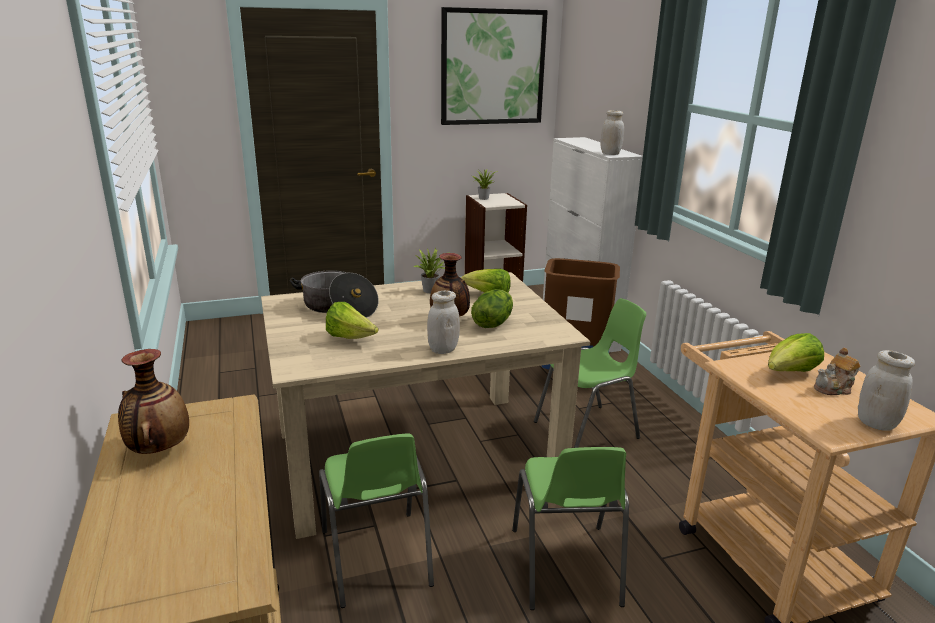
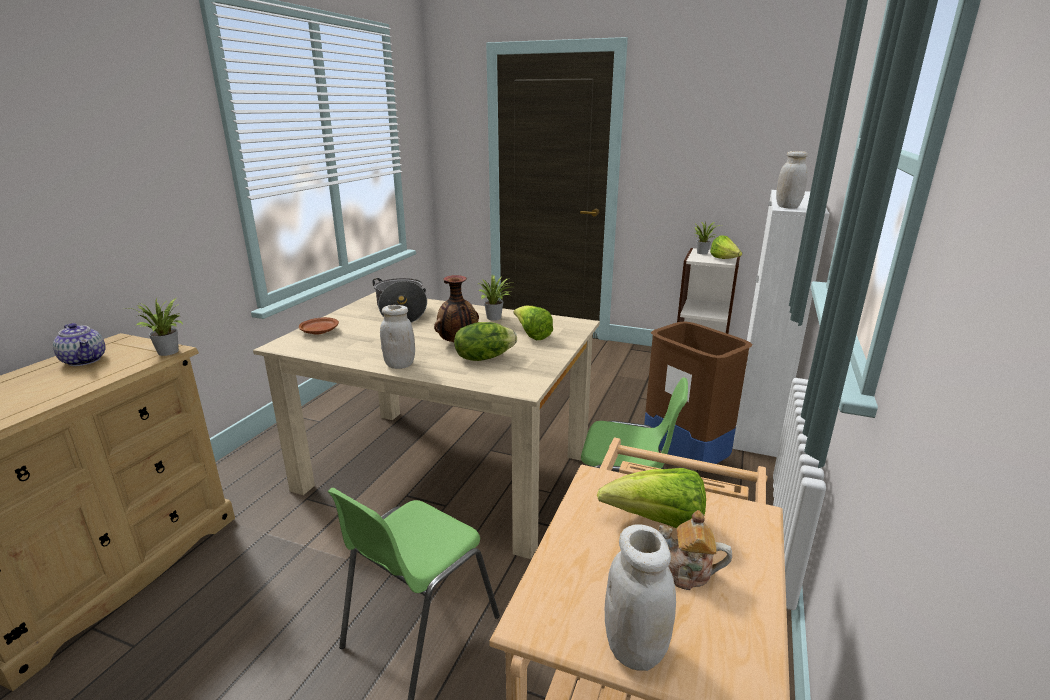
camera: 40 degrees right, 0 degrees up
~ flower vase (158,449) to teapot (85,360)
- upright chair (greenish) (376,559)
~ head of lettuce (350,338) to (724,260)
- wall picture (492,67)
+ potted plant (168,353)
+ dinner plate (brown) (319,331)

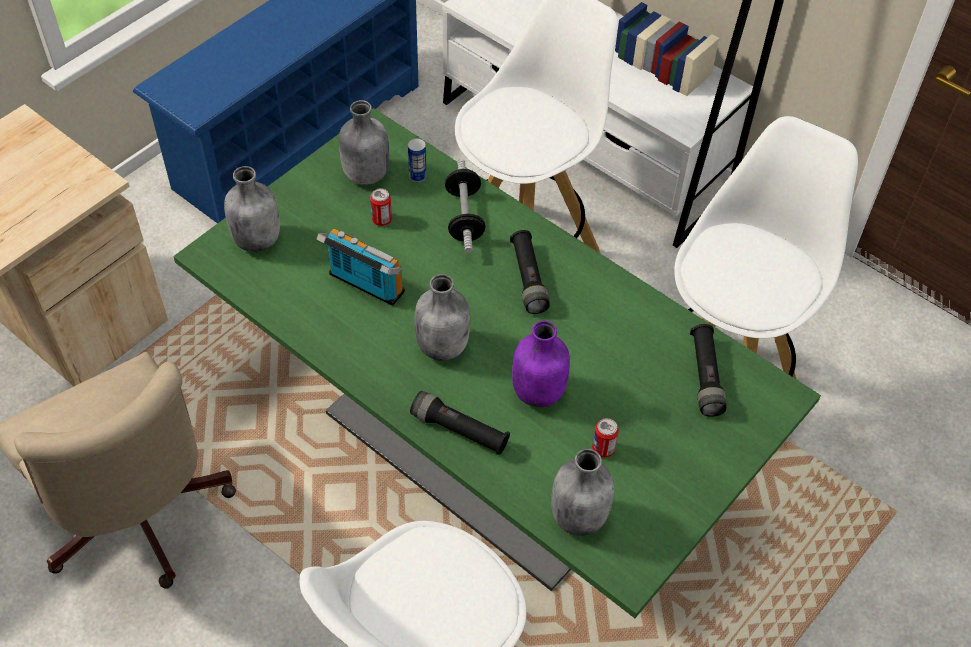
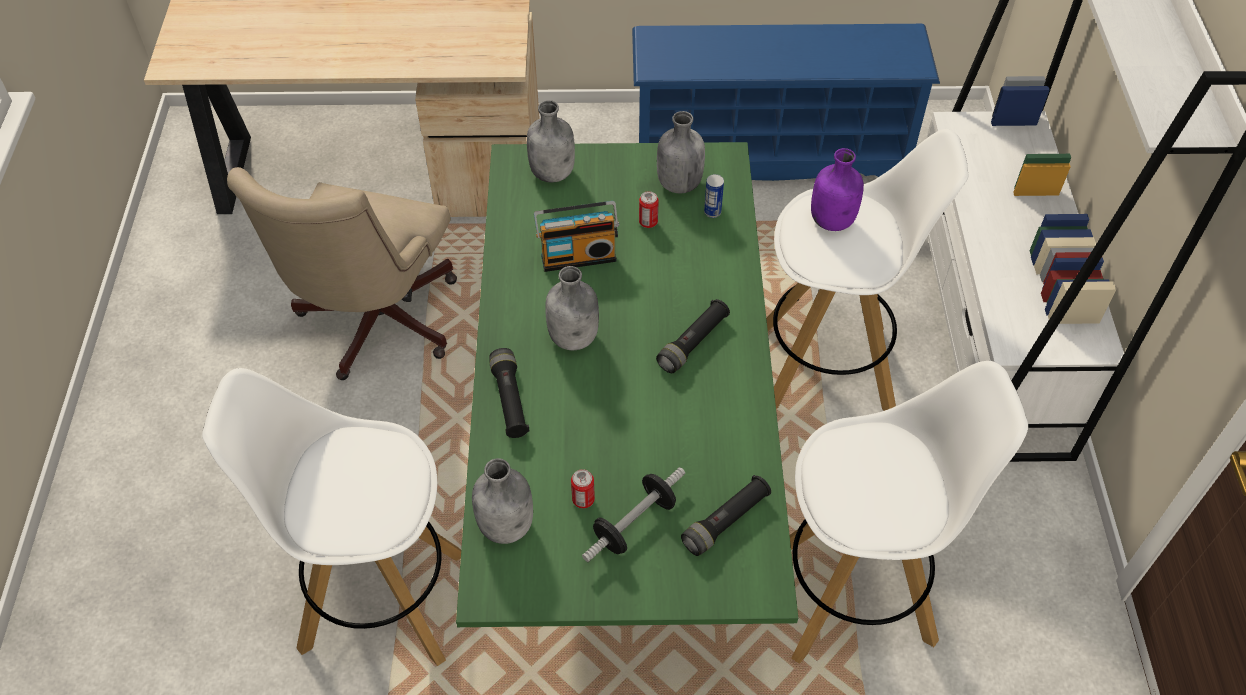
camera: 50 degrees right, 0 degrees up
~ radio set (364,285) = (578,256) 90 degrees clockwise
~ dumbbell (464,217) to (634,524)
~ beverage bottle (purplish) (539,391) to (833,220)

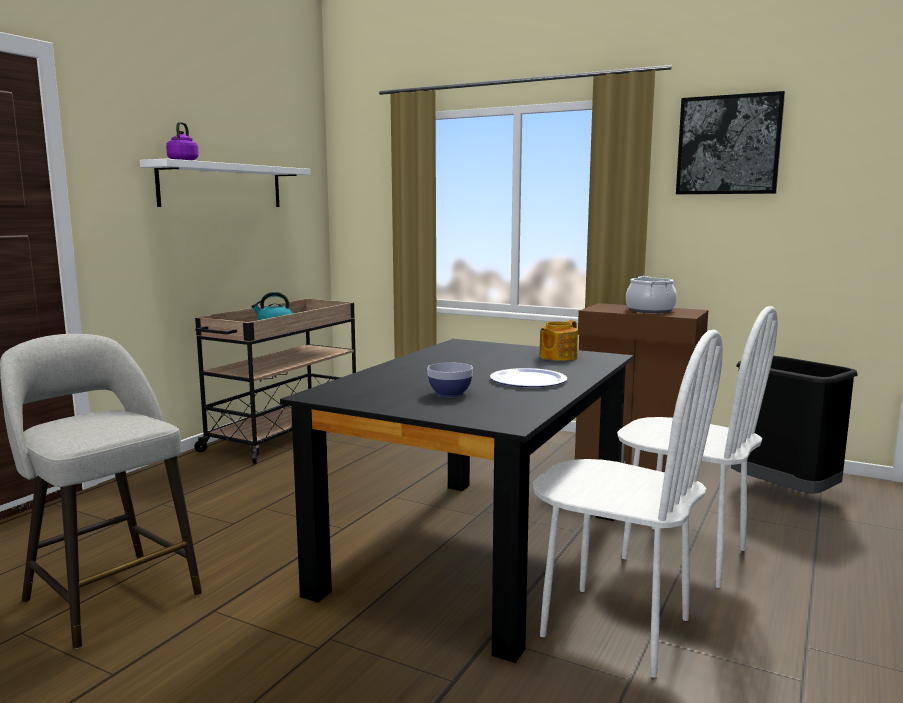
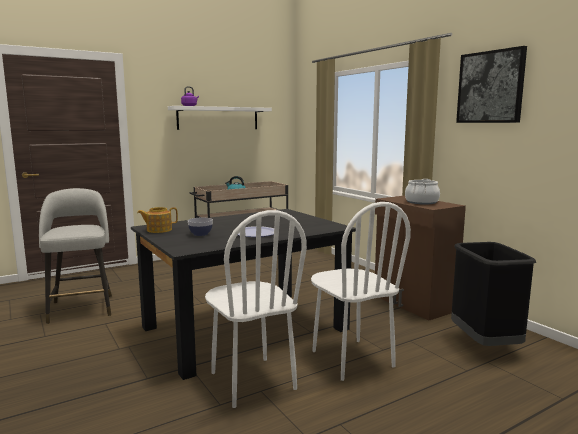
camera: 30 degrees right, 0 degrees up
~ teapot (557,357) to (158,230)

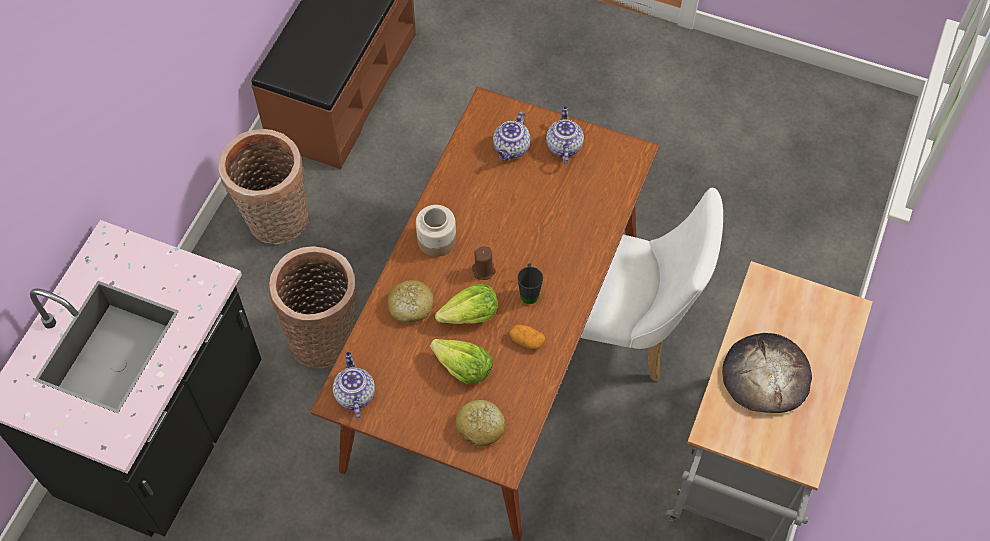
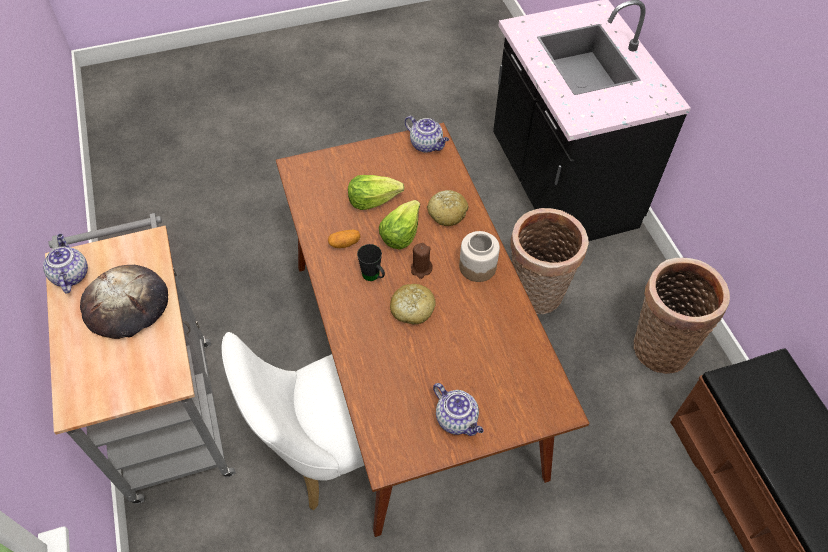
camera: 140 degrees right, 5 degrees down
~ bakery bread (480,427) to (412,309)
~ teapot (511,149) to (70,275)

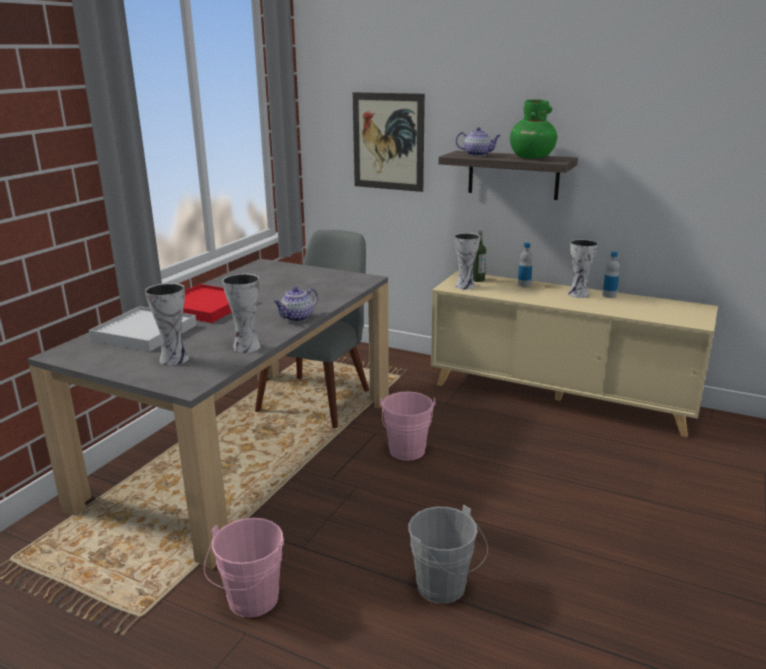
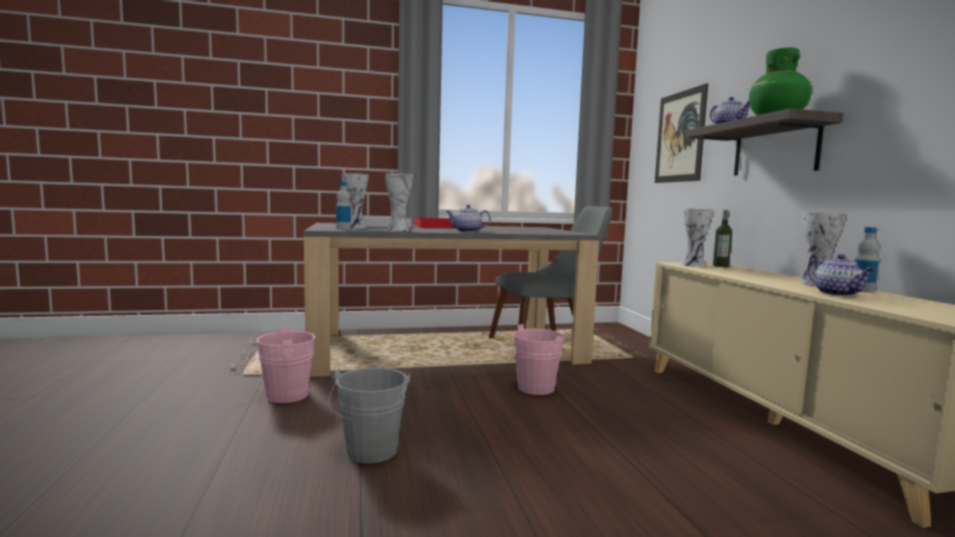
camera: 50 degrees right, 15 degrees down
~ beverage bottle (524,284) to (343,229)
+ teapot (838,294)

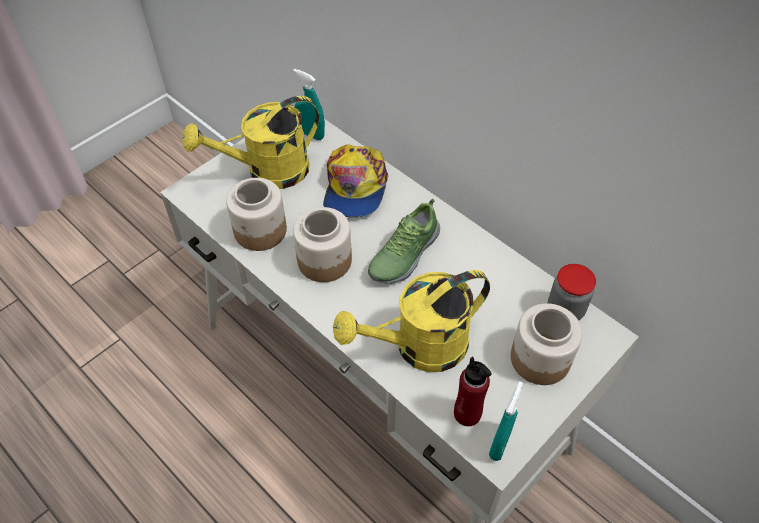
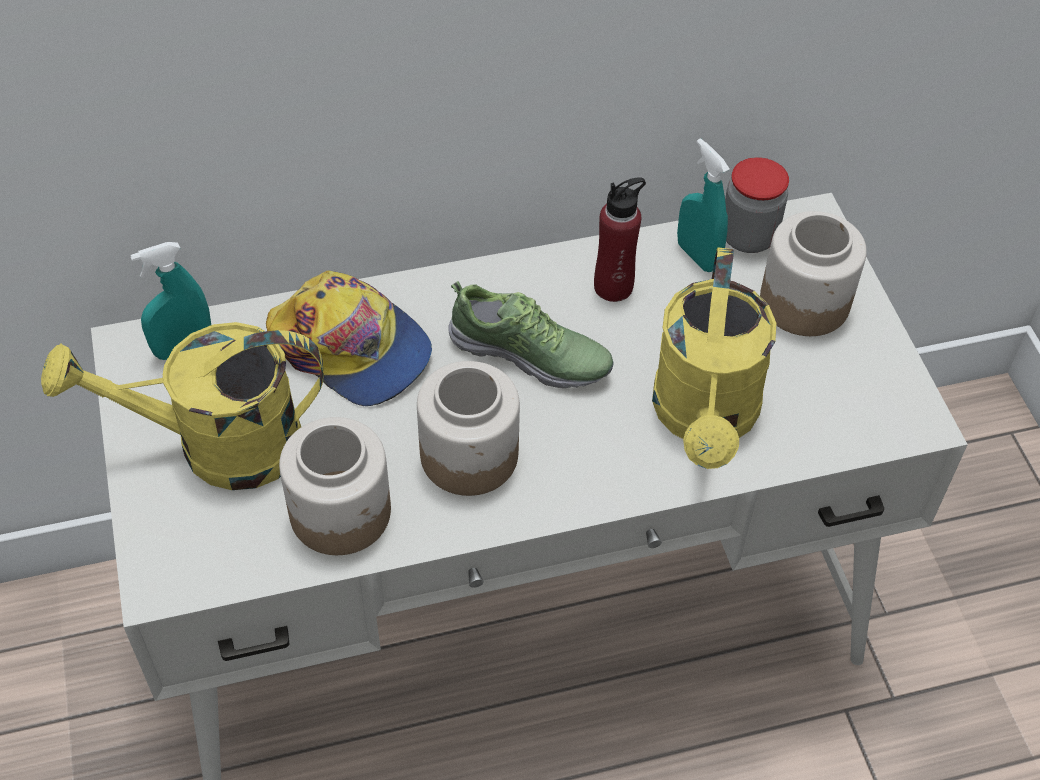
camera: 60 degrees left, 0 degrees up
~ watering can (yellow) (267,172) = (217,446) 75 degrees clockwise
~ low shoe (403,254) = (530,355) 45 degrees counterclockwise
~ beverage bottle (red-coloured) (467,413) to (613,287)
~ spray bottle (blue-green) (499,444) to (697,256)

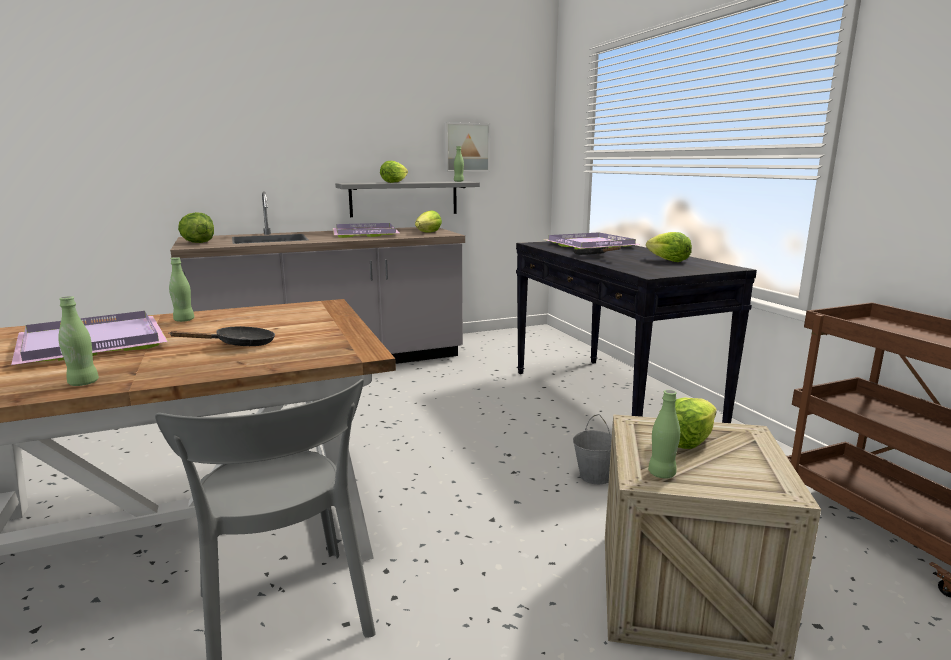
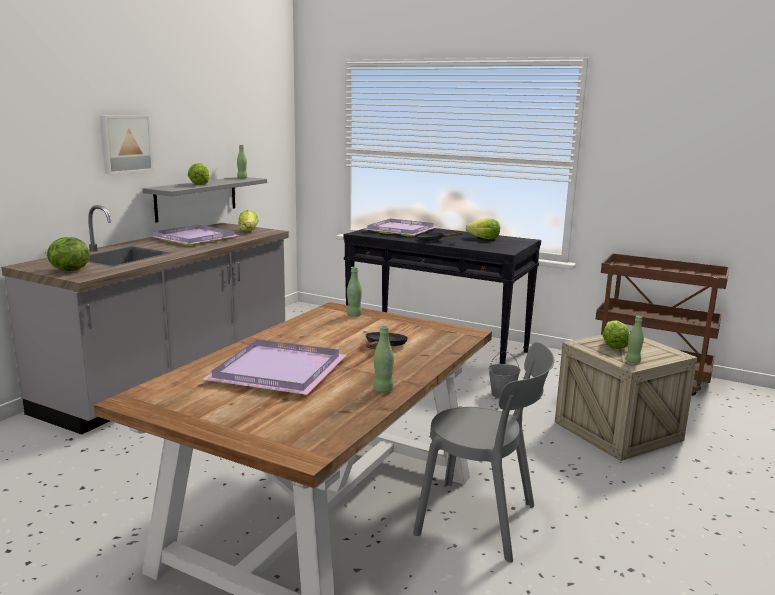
camera: 40 degrees left, 0 degrees up
~ beverage bottle (greenish) (184,320) to (354,315)
~ wall picture (466,147) to (125,144)

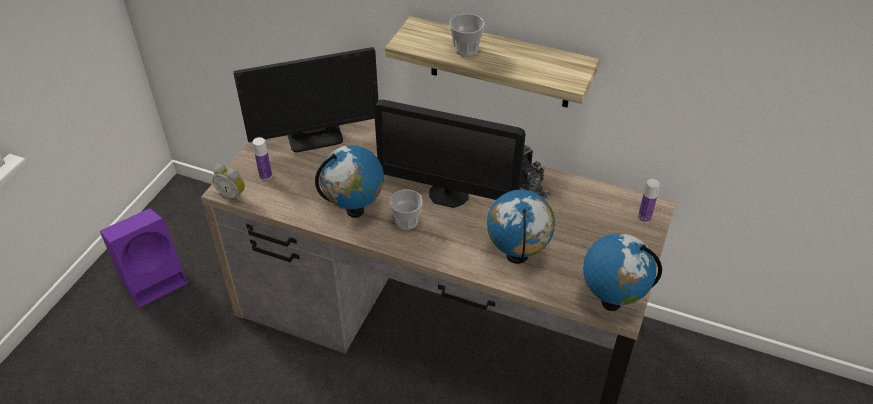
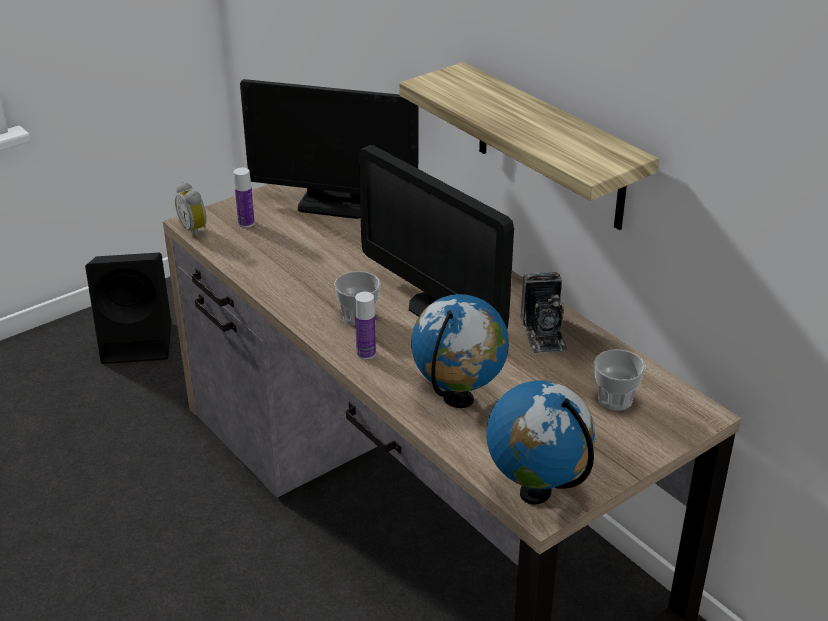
camera: 30 degrees right, 10 degrees down
~ speaker (purplish) (154,278) to speaker (black) (139,342)
- world globe (355,210)
~ small cup (466,49) to (615,399)
~ beverage bottle (644,217) to (366,353)

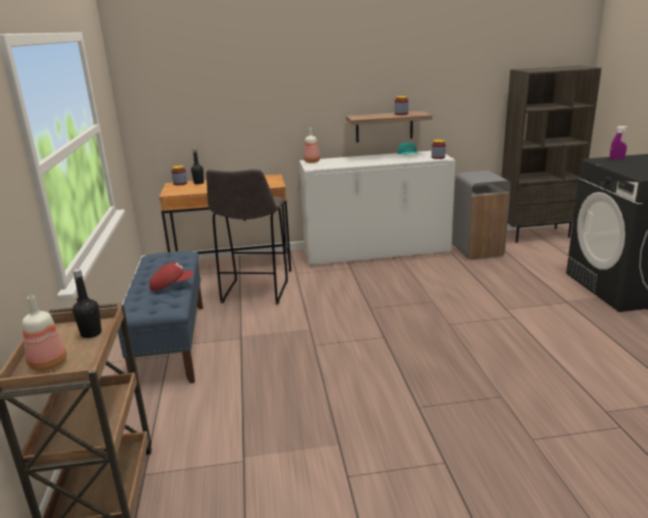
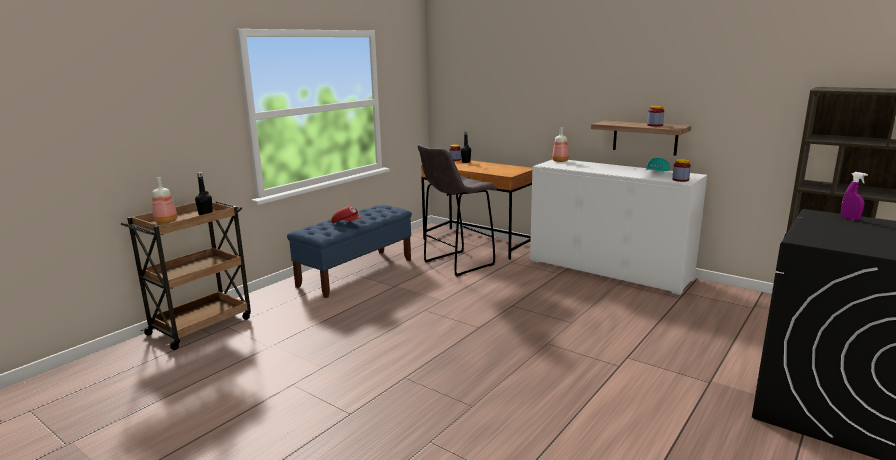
camera: 45 degrees right, 5 degrees down
- trash can (greyish) (477,250)

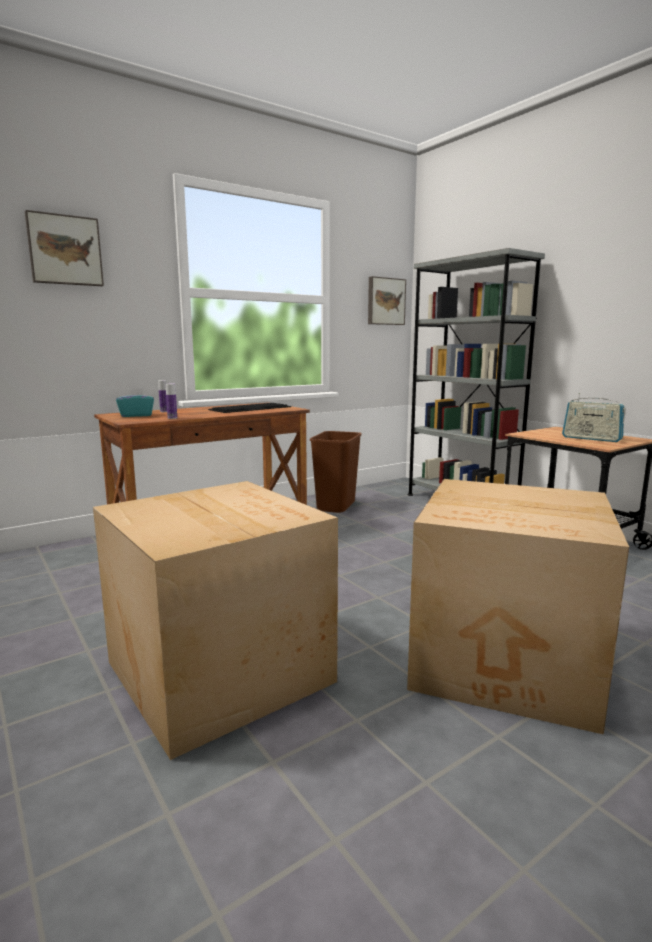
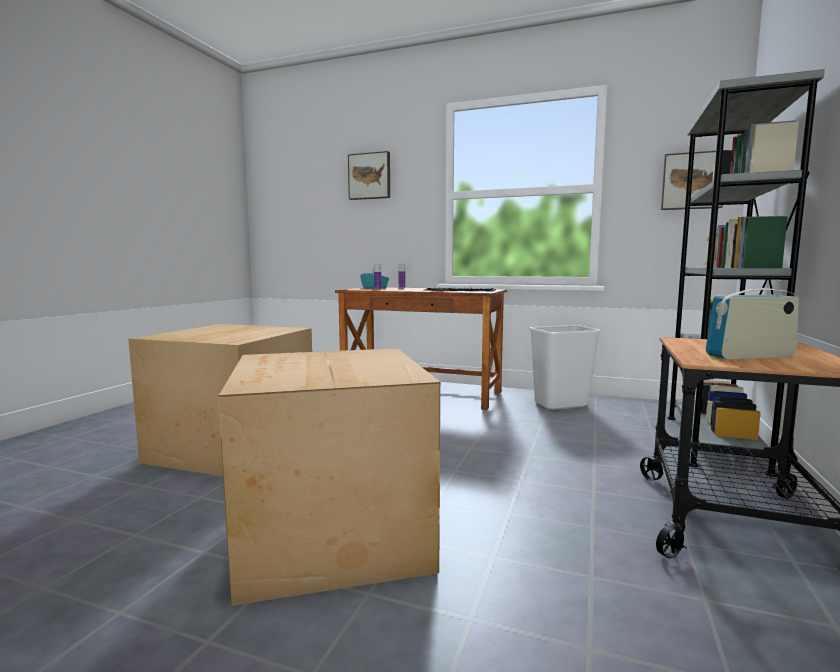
camera: 55 degrees right, 5 degrees down
~ trash can (brown) (335,506) to trash can (white-coloured) (561,404)
~ radio set (591,439) = (750,356) 75 degrees clockwise

